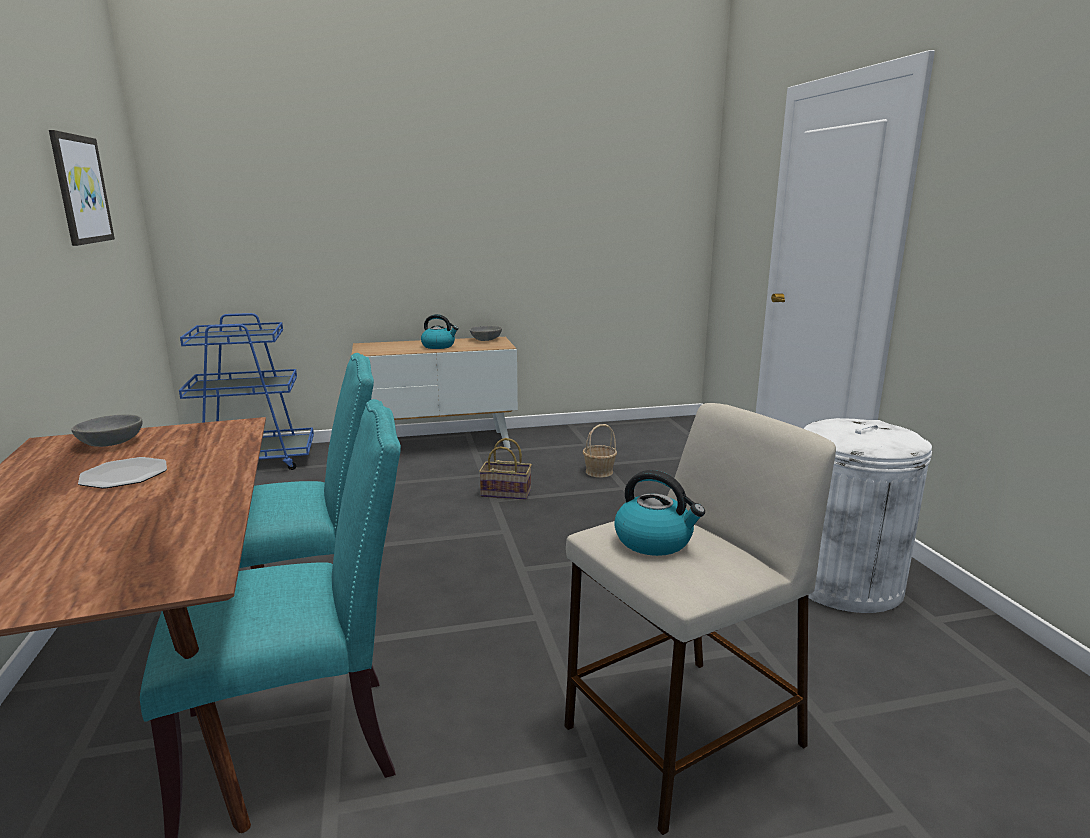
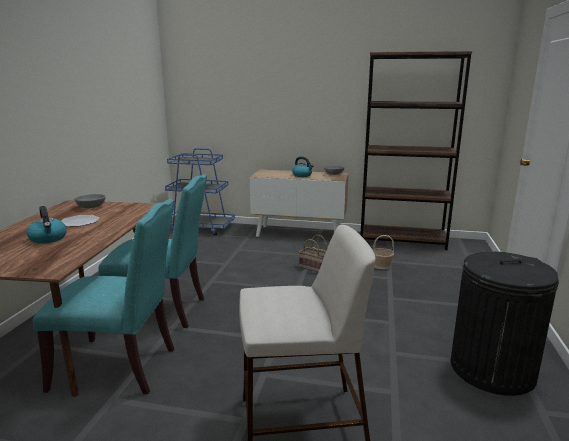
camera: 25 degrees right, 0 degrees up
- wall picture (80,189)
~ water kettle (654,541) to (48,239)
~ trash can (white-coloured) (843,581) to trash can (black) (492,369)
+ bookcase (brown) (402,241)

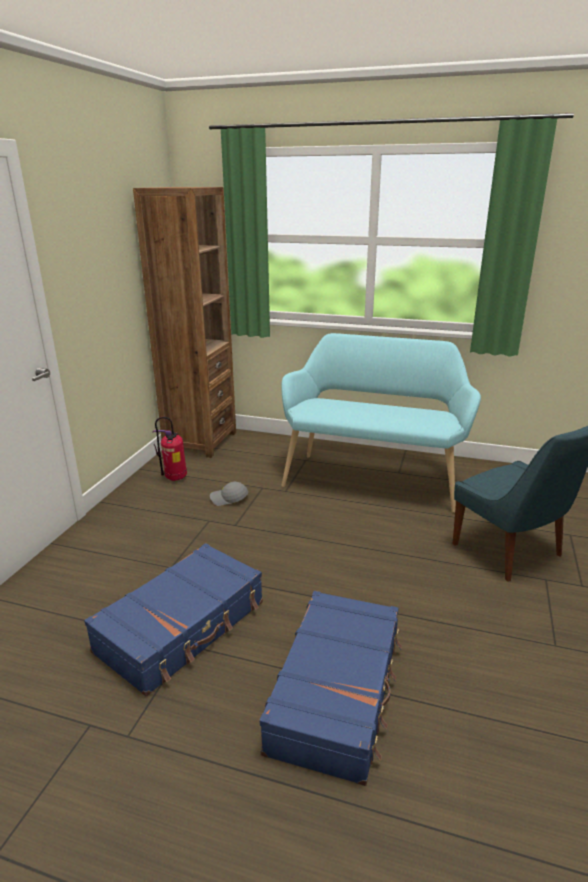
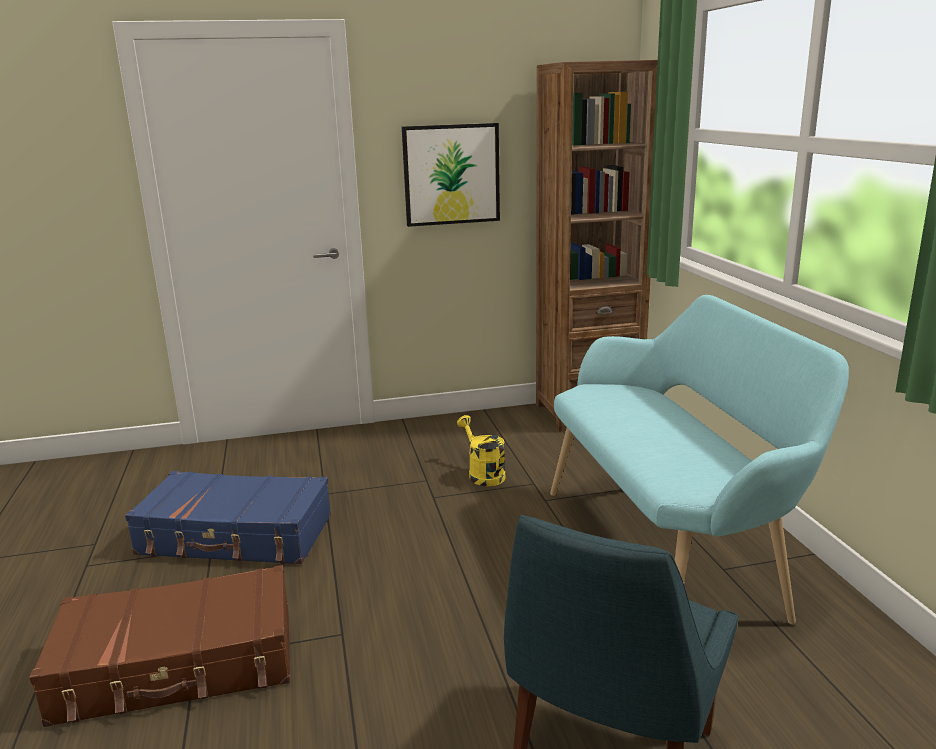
camera: 60 degrees right, 5 degrees down
- extinguisher (174,479)
~ peaked cap (greyish) (229,499) to watering can (yellow) (483,474)
~ piece of luggage (bluish) (337,692) to piece of luggage (brown) (178,665)
+ wall picture (451,174)

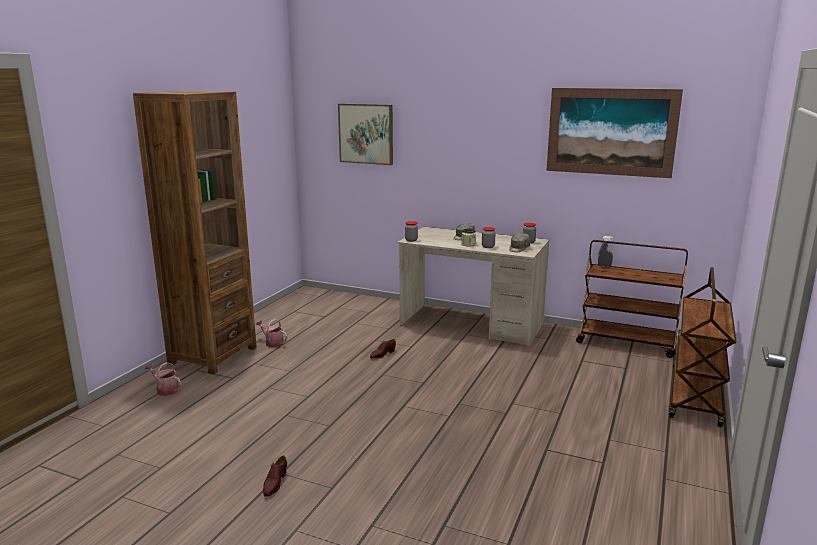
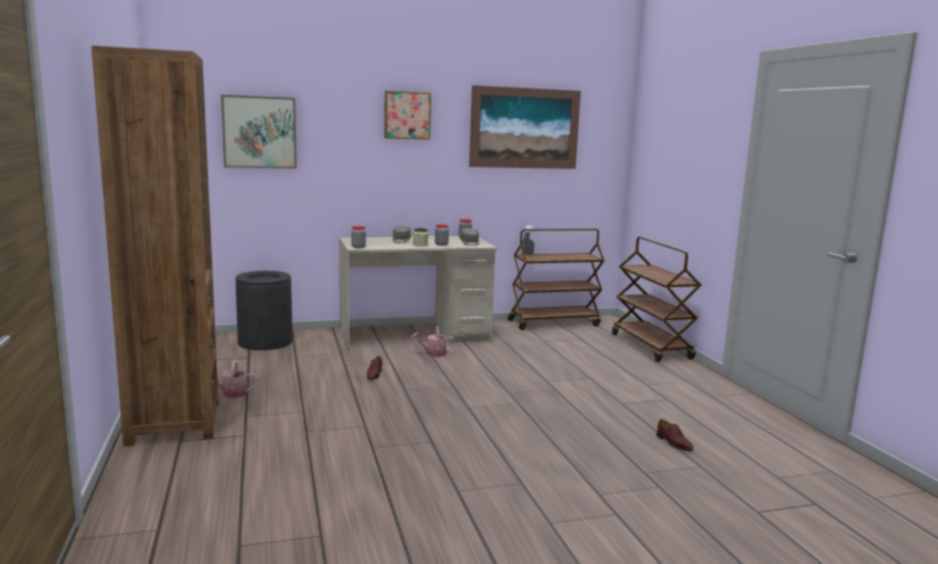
camera: 40 degrees left, 5 degrees down
~ watering can (165,389) to (433,353)
~ low shoe (brown) (274,483) to (673,443)
+ trash can (black) (265,342)
+ wall picture (407,115)

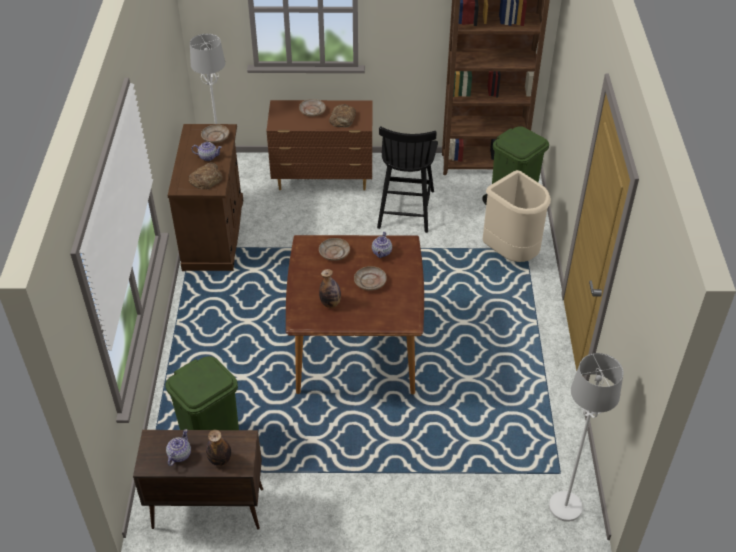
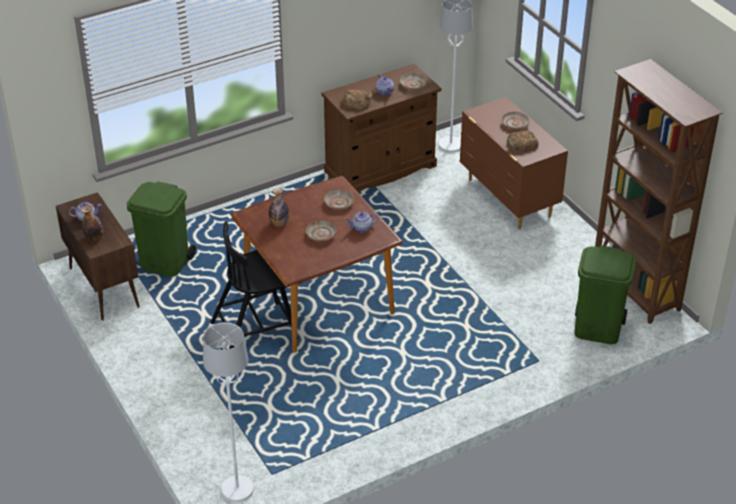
camera: 60 degrees right, 5 degrees down
~ upright chair (black) (405,208) to (255,330)
- trash can (beige-coloured) (511,253)

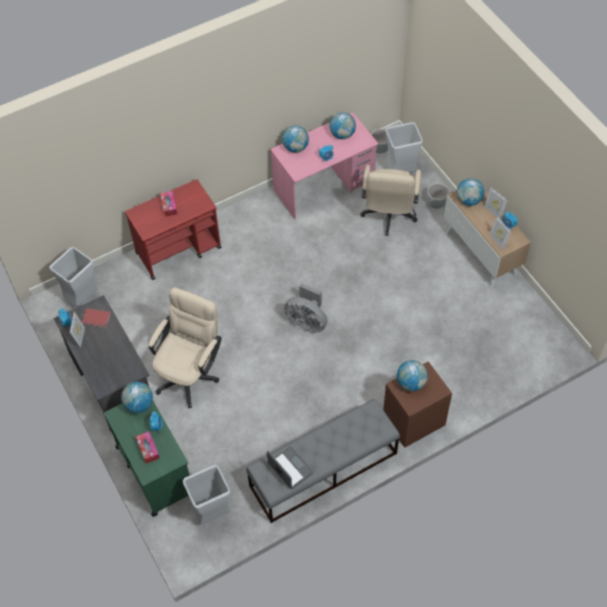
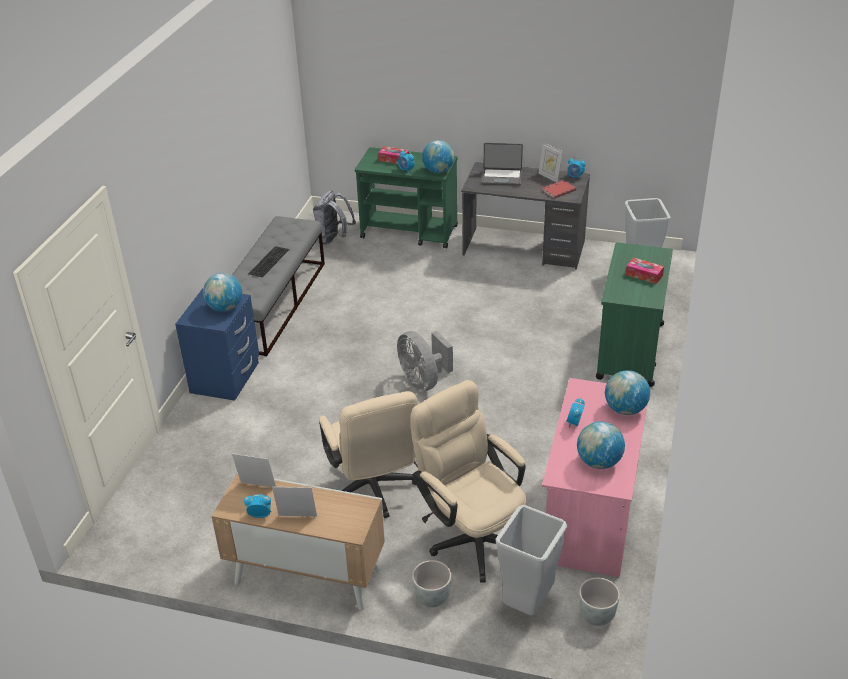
camera: 135 degrees right, 20 degrees down
~ trolley (red-coloured) (179,250) to trolley (greenish) (630,351)
~ computer chair (beige-coloured) (190,373) to (374,491)
~ trash can (greyish) (212,512) to knapsack (greyish) (333,239)
~ laptop (289,469) to (502,177)
~ electric fan (greyish) (307,321) = (423,381) 105 degrees counterclockwise
~ nightstand (brown) (413,420) to nightstand (bluish) (226,378)
- world globe (469,200)
+ PC keyboard (268,261)

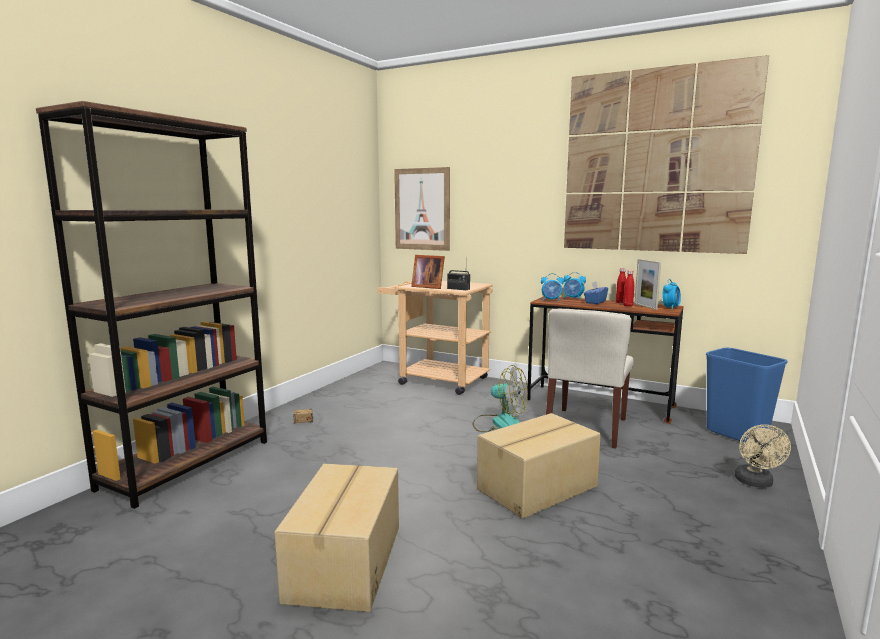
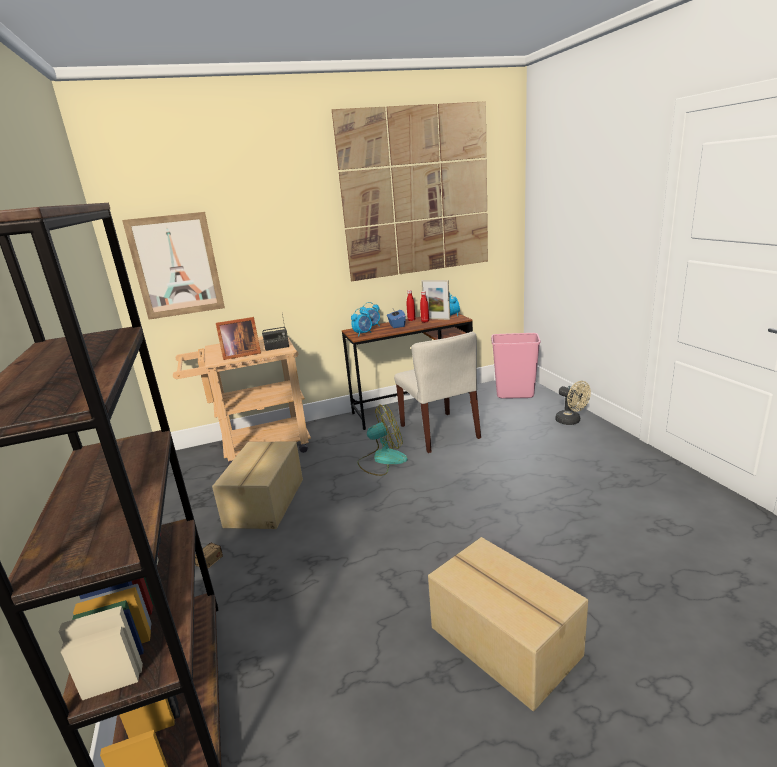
camera: 45 degrees left, 10 degrees up
~ packing box (538,488) to (266,502)
~ trash can (bluish) (737,435) to trash can (pink) (515,394)

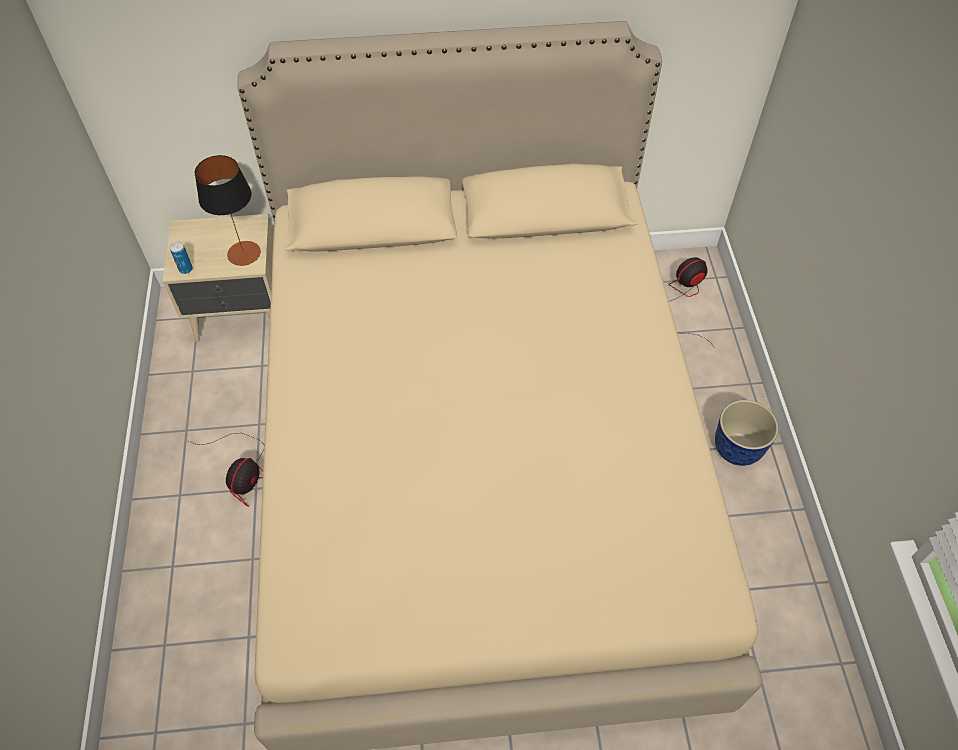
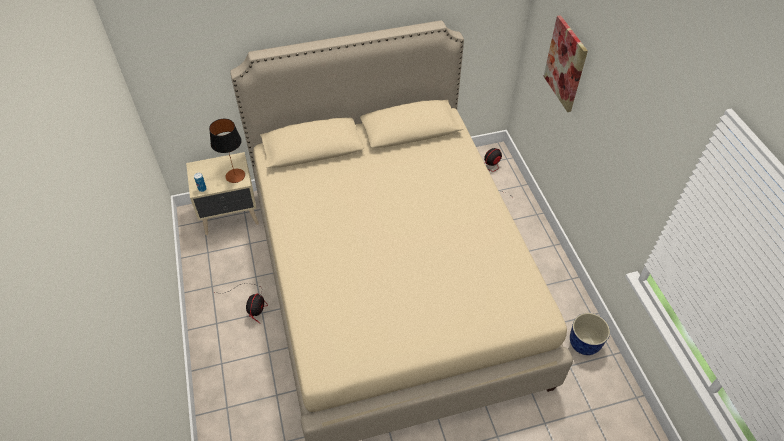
camera: 10 degrees left, 5 degrees down
~ plant pot (737,450) to (584,344)
+ wall picture (565,64)

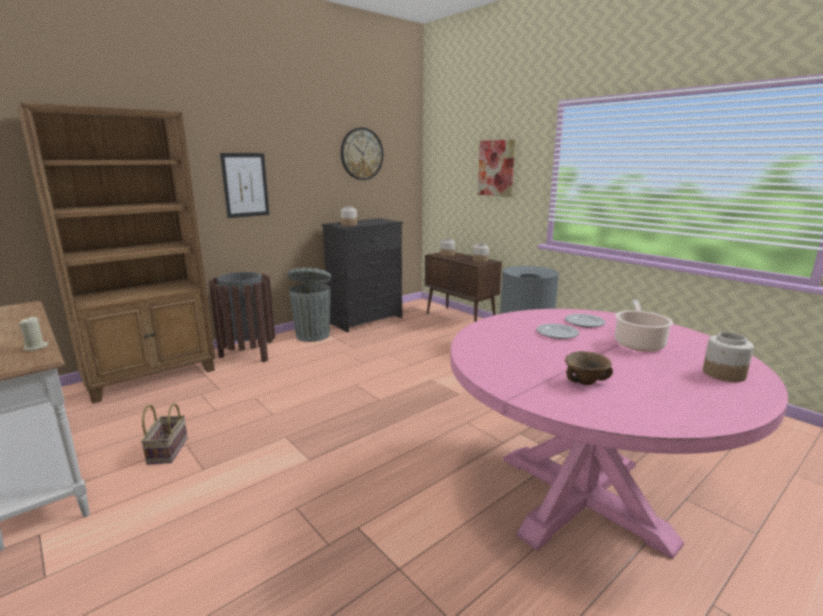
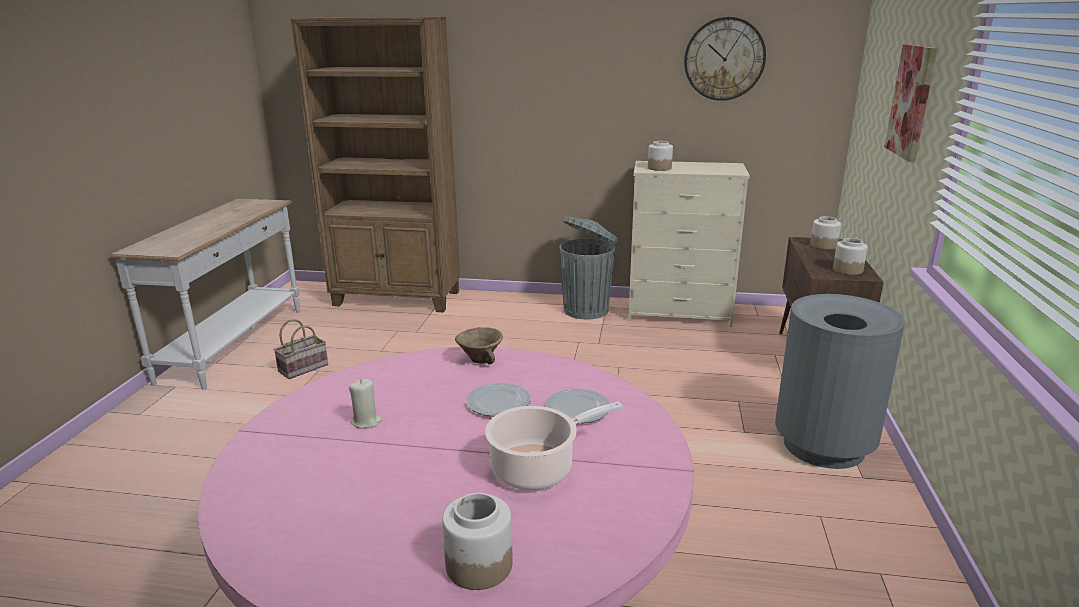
camera: 50 degrees right, 5 degrees up
~ wax candle (beige-coloured) (36,347) to (366,422)
- trash can (brown) (248,355)
- wall picture (245,185)
~ chest of drawers (black) (366,320) to chest of drawers (beige-coloured) (680,313)
~ bowl (brown) (586,382) to (481,360)

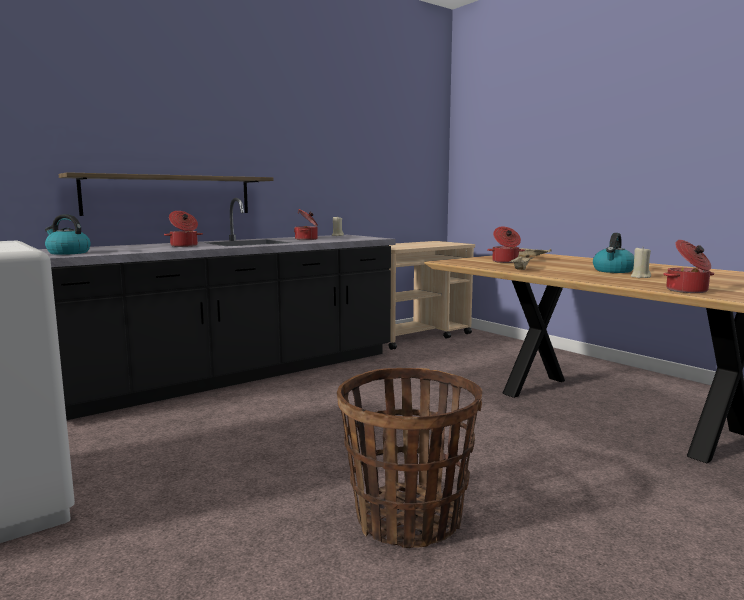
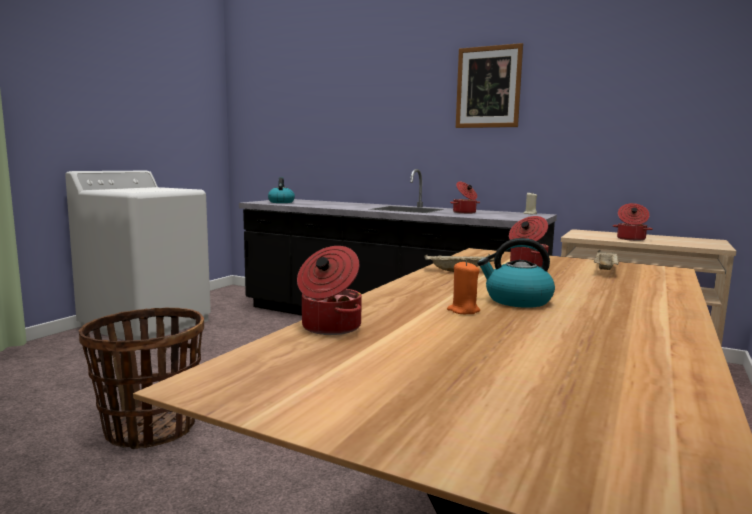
camera: 65 degrees right, 0 degrees up
- bracket shelf (169,195)
~ stockpot (184,246) to (630,239)
~ wax candle (beige-coloured) (640,277) to wax candle (orange-coloured) (463,311)
+ wall picture (488,87)

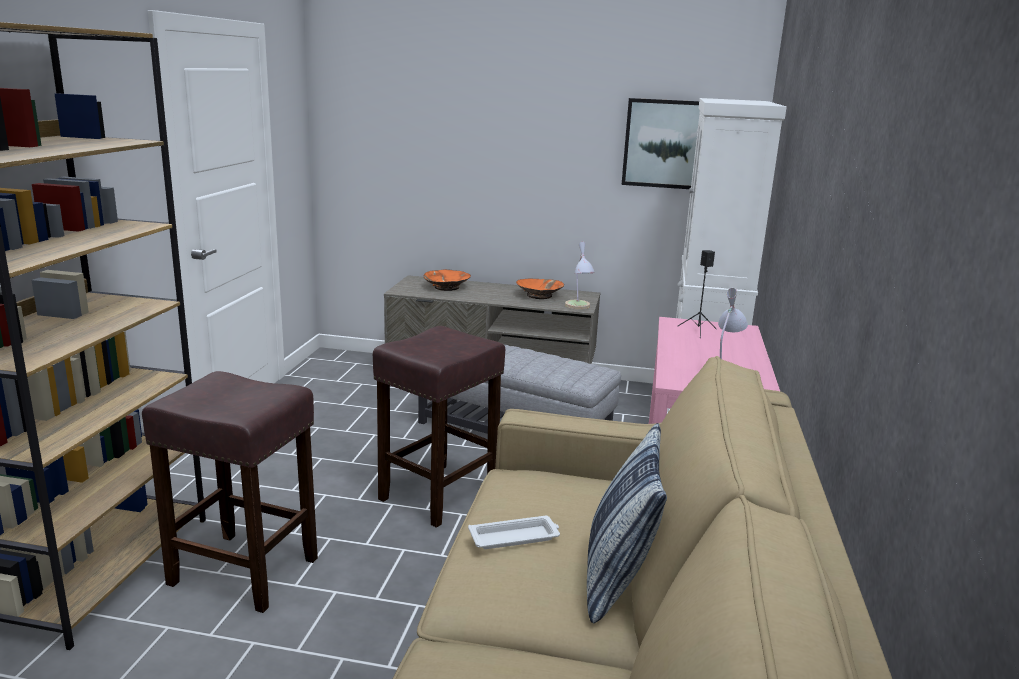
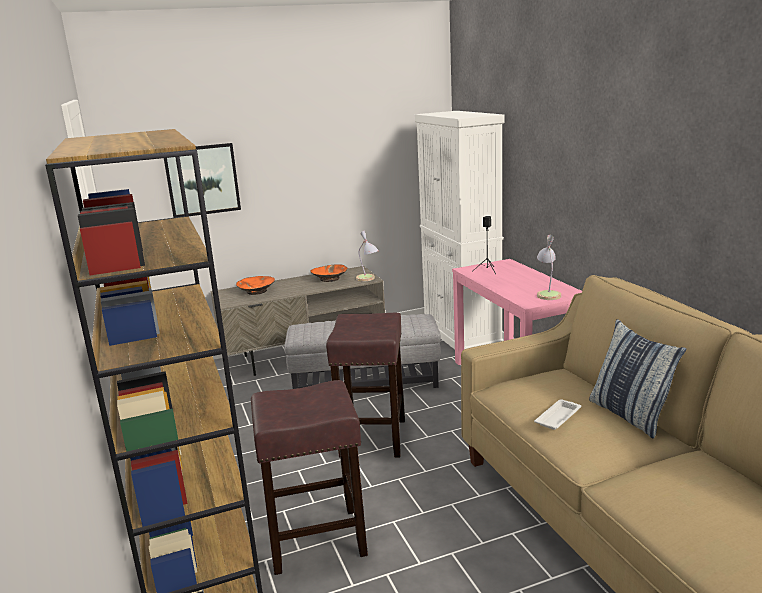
camera: 30 degrees left, 0 degrees up
~ wall picture (667,144) to (202,180)

